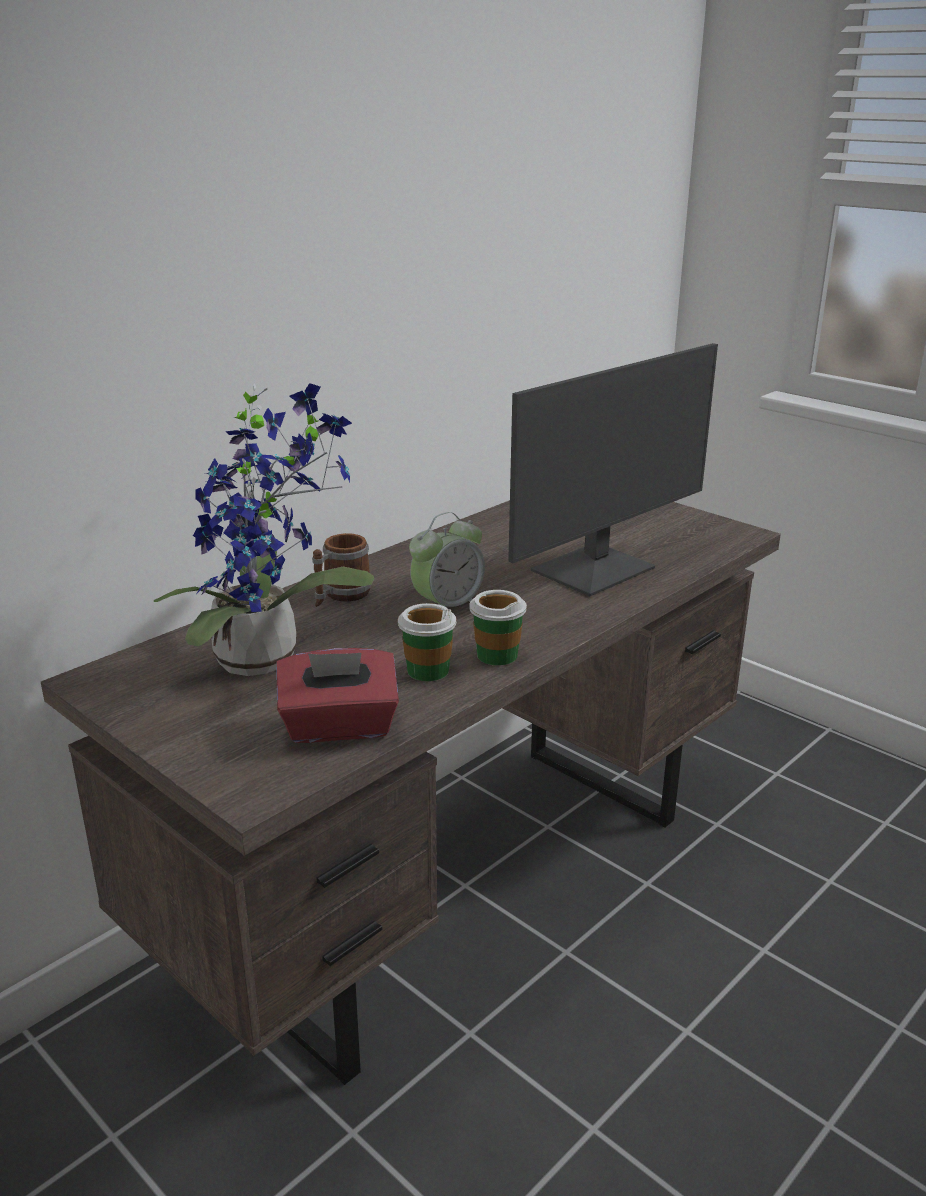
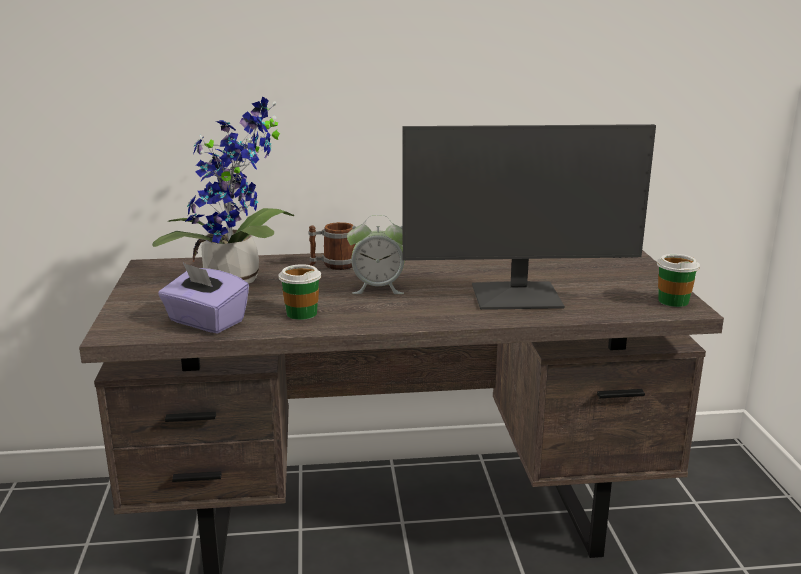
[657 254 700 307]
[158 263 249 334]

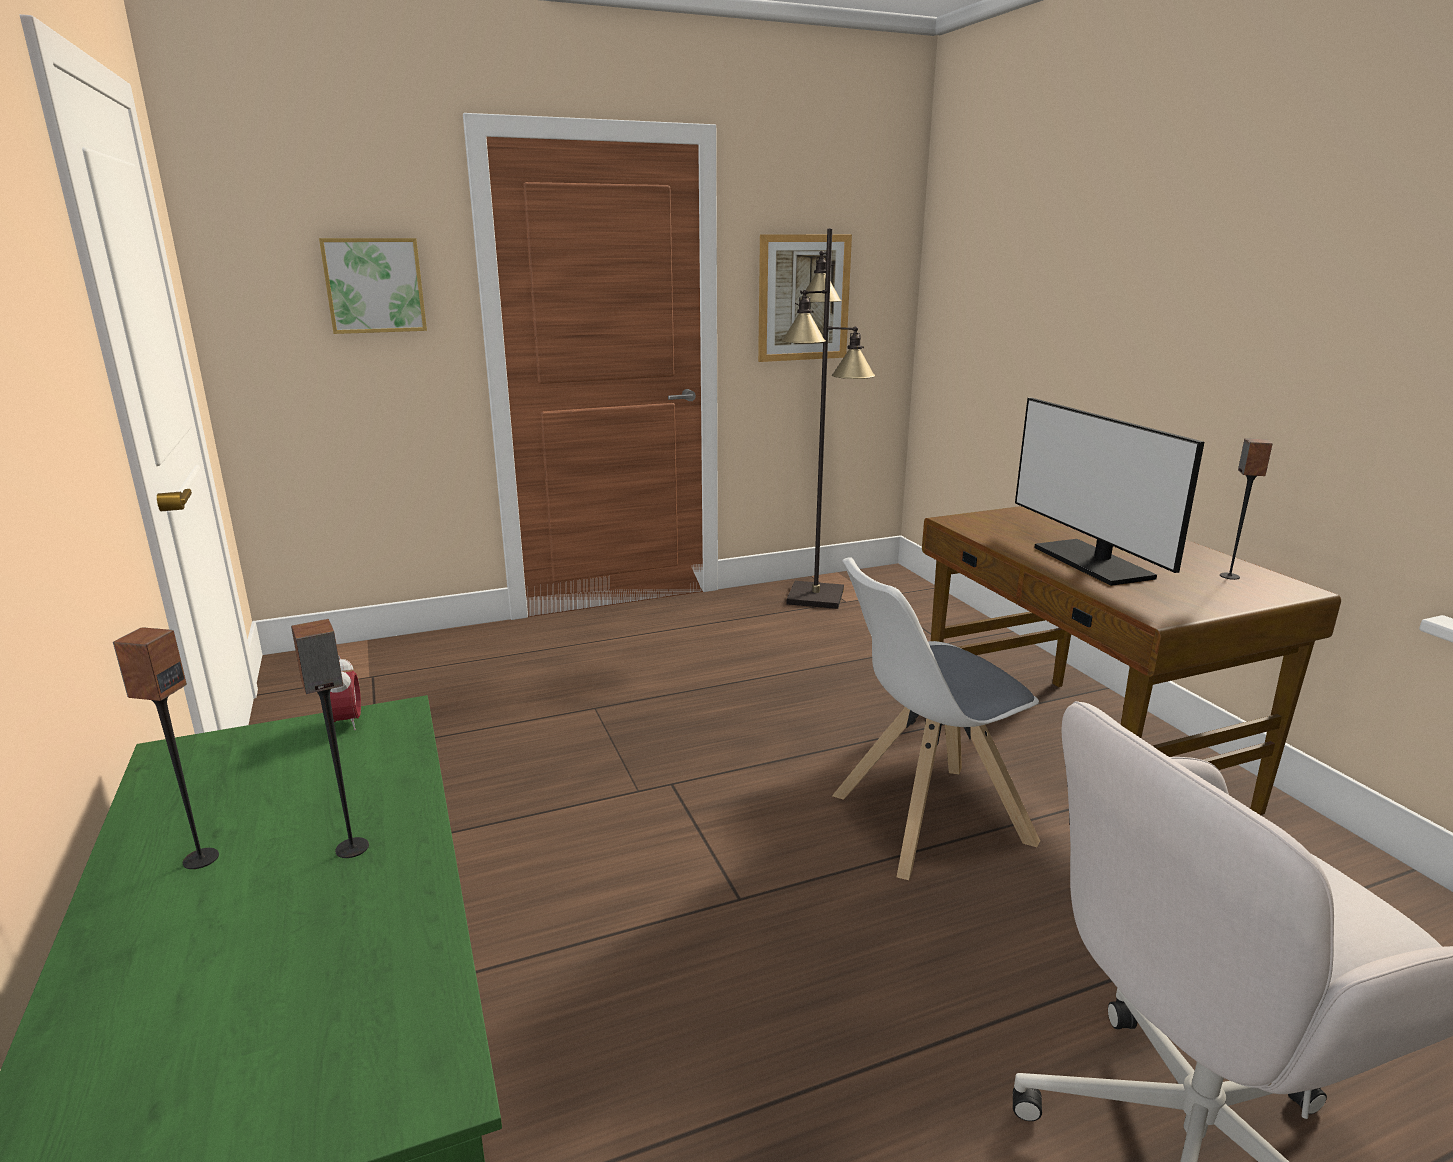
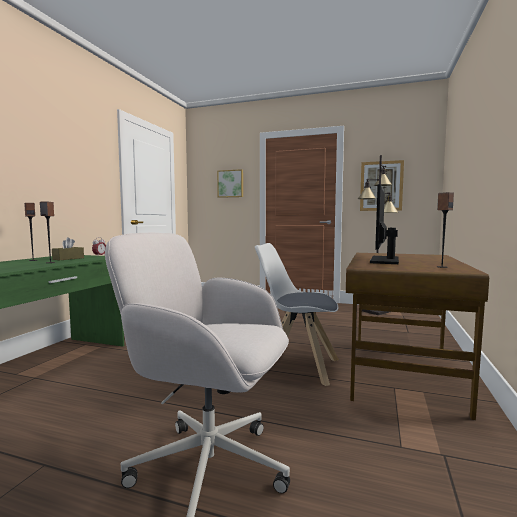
[52 237 84 260]

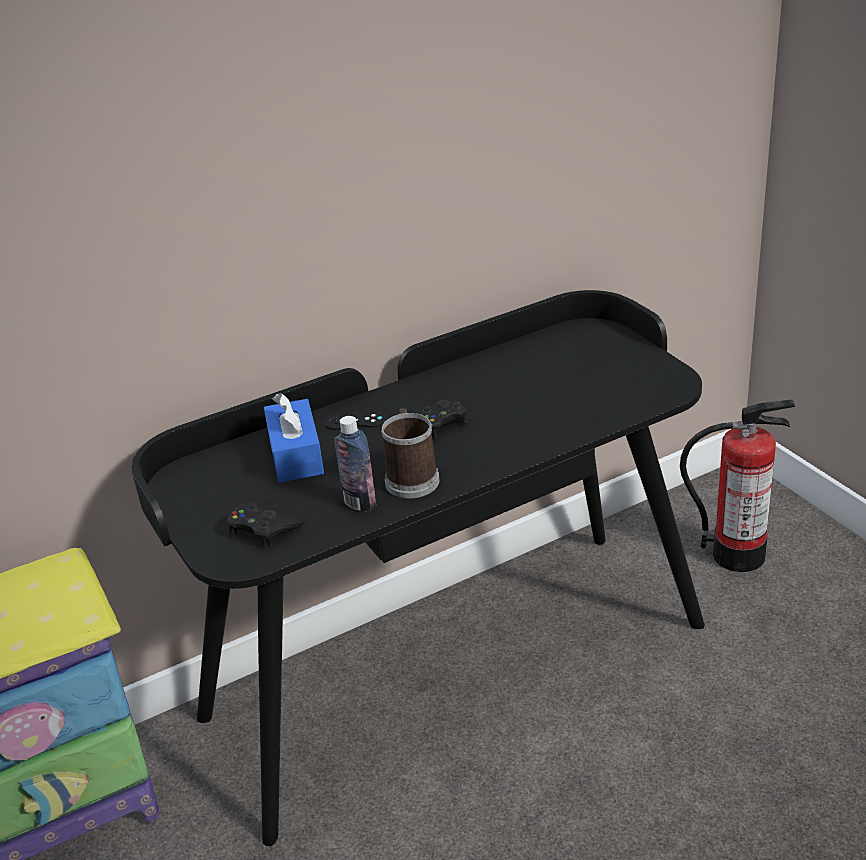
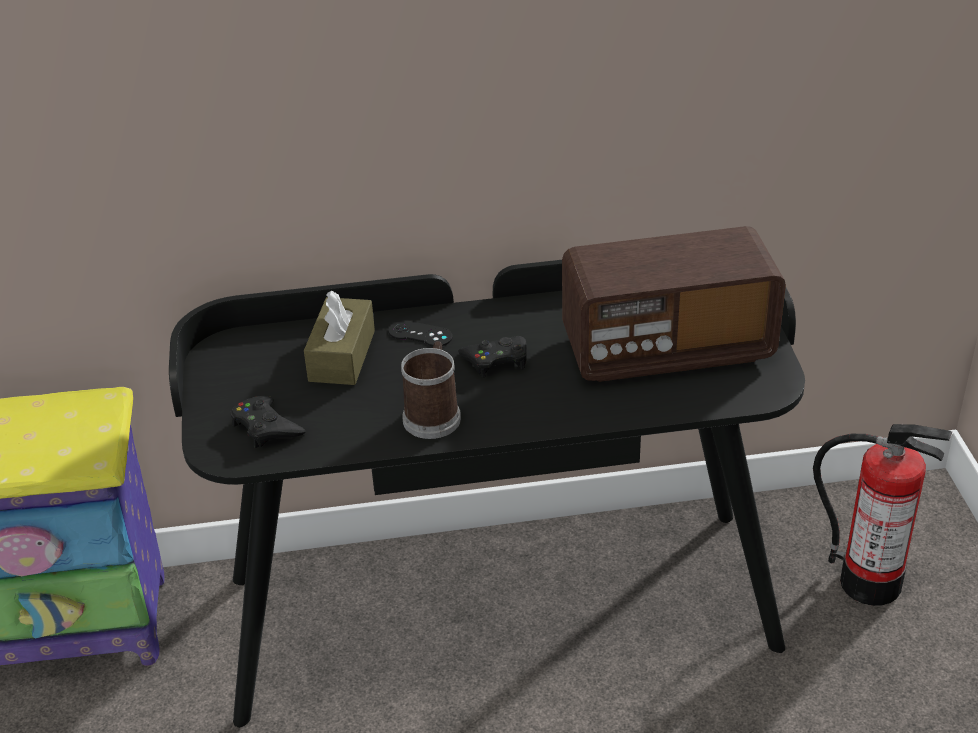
[304 291 375 385]
[334 416 376 511] (first image)
[562 226 786 382]

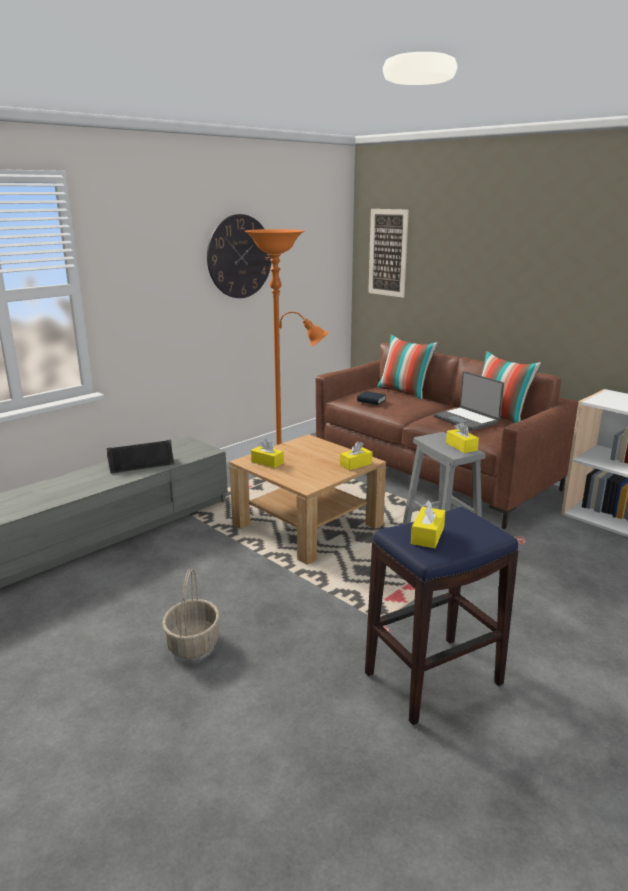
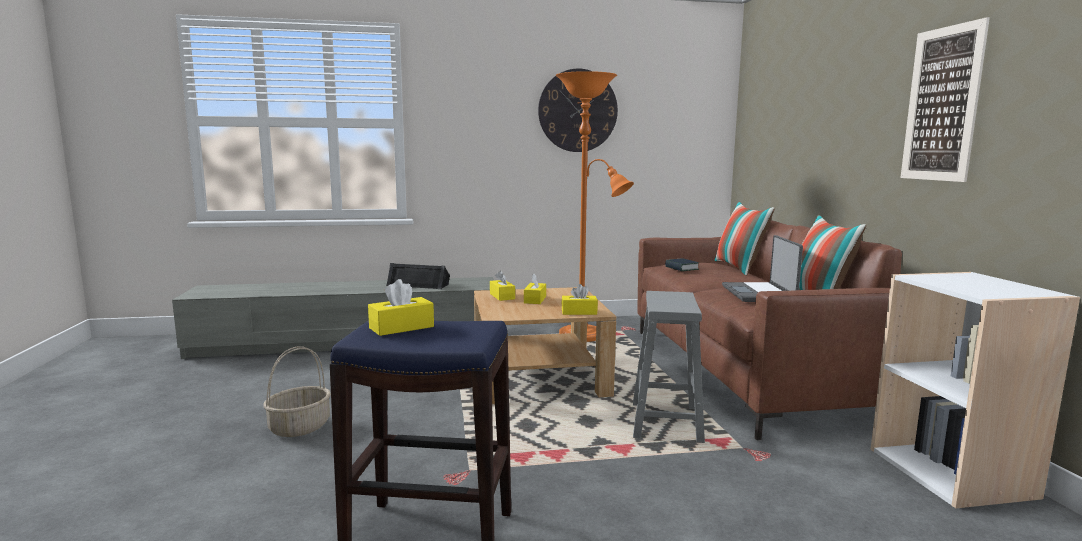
[900 17 990 182]
[524 274 546 304]

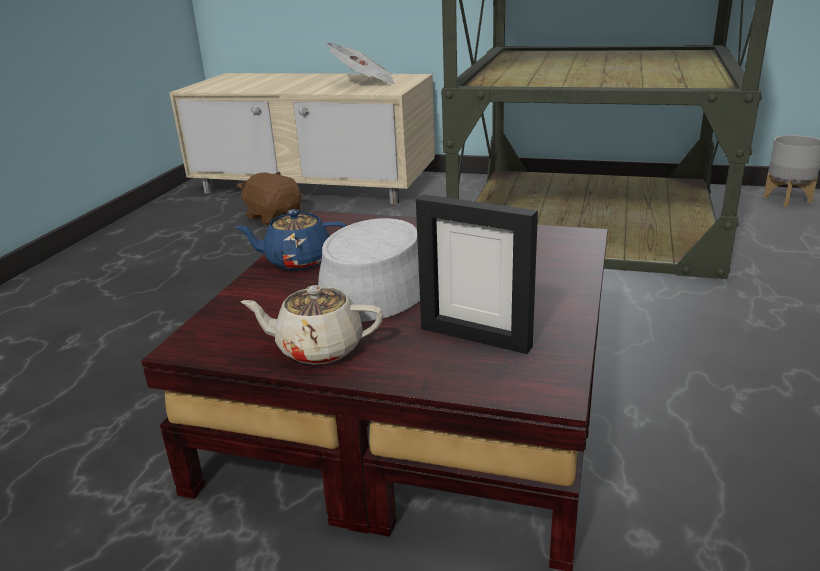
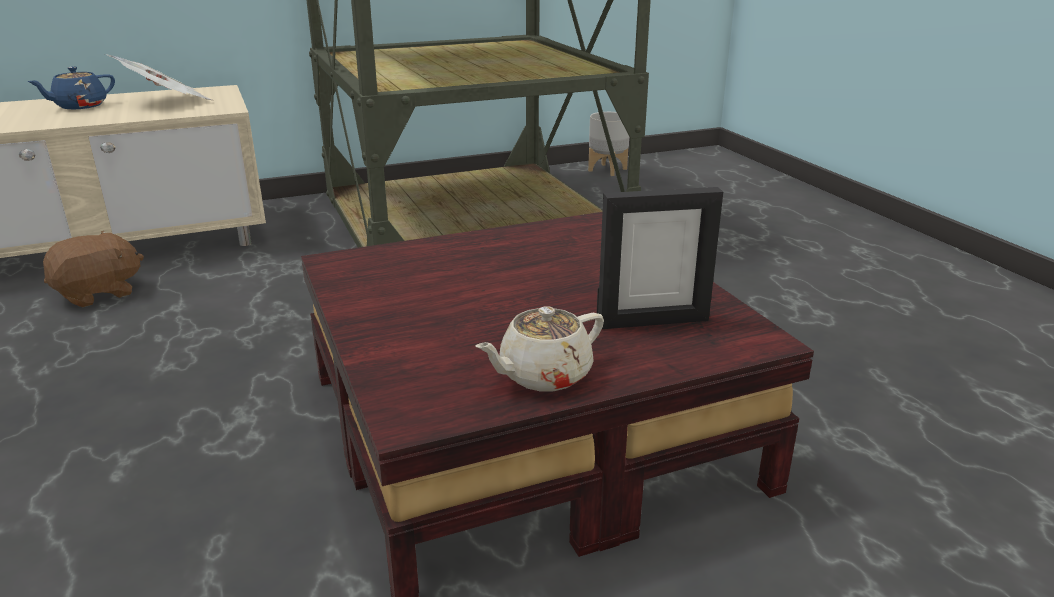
[43 231 144 307]
[27 67 115 109]
[318 218 420 322] (first image)

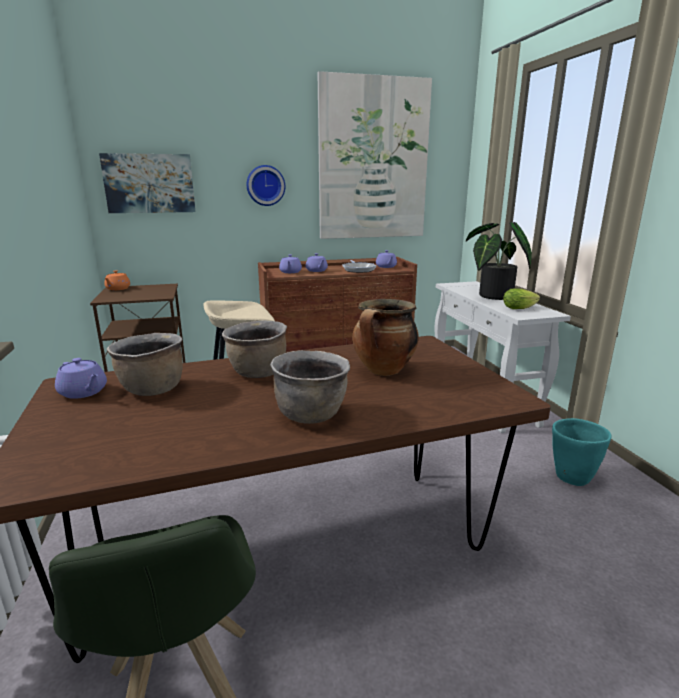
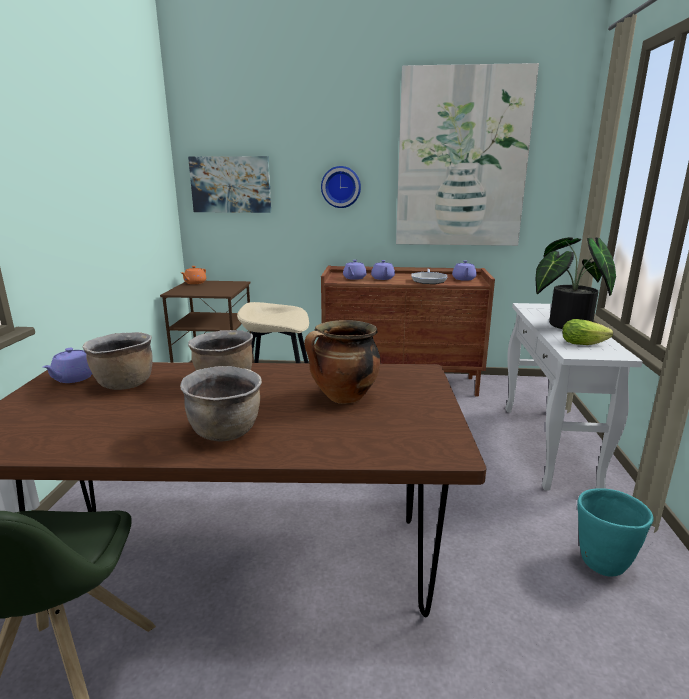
[43 348 92 383]

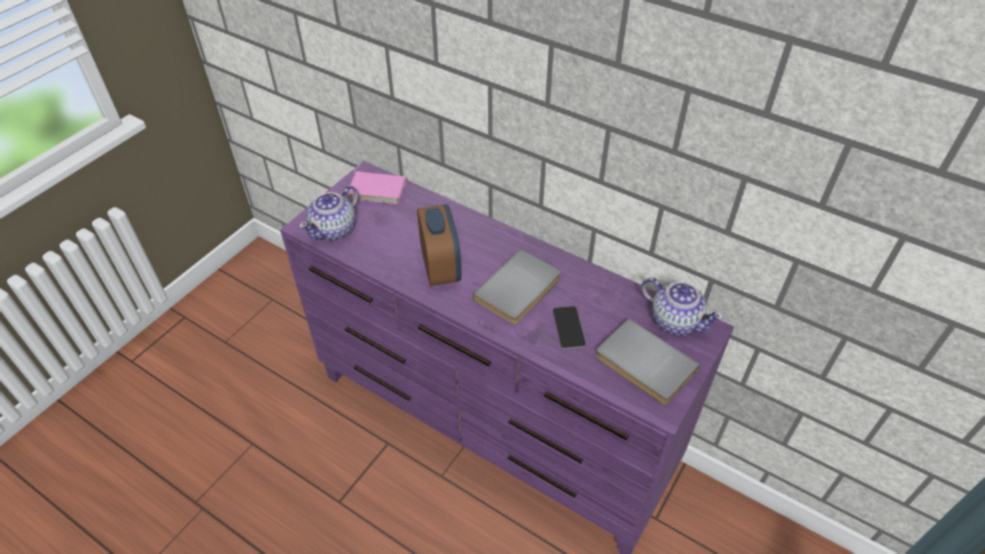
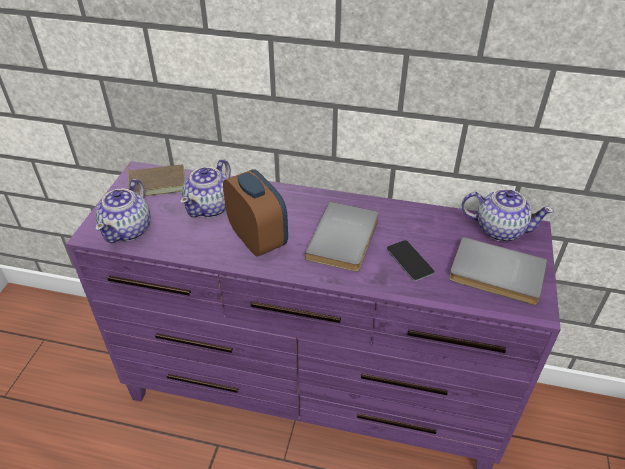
[126 164 185 196]
[180 159 231 218]

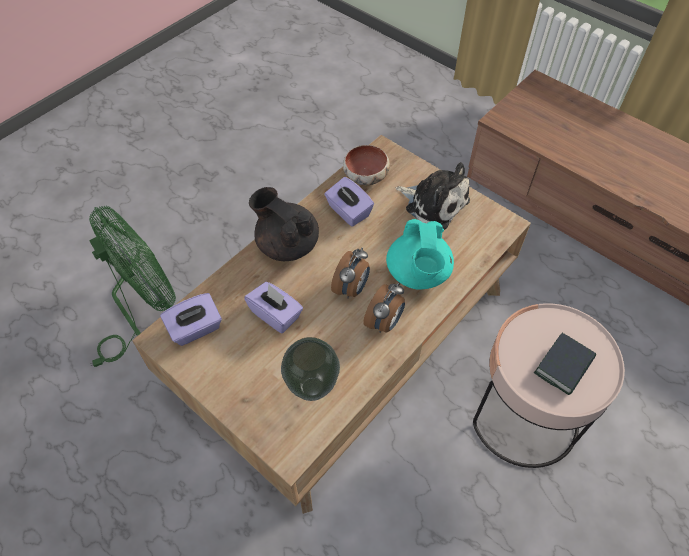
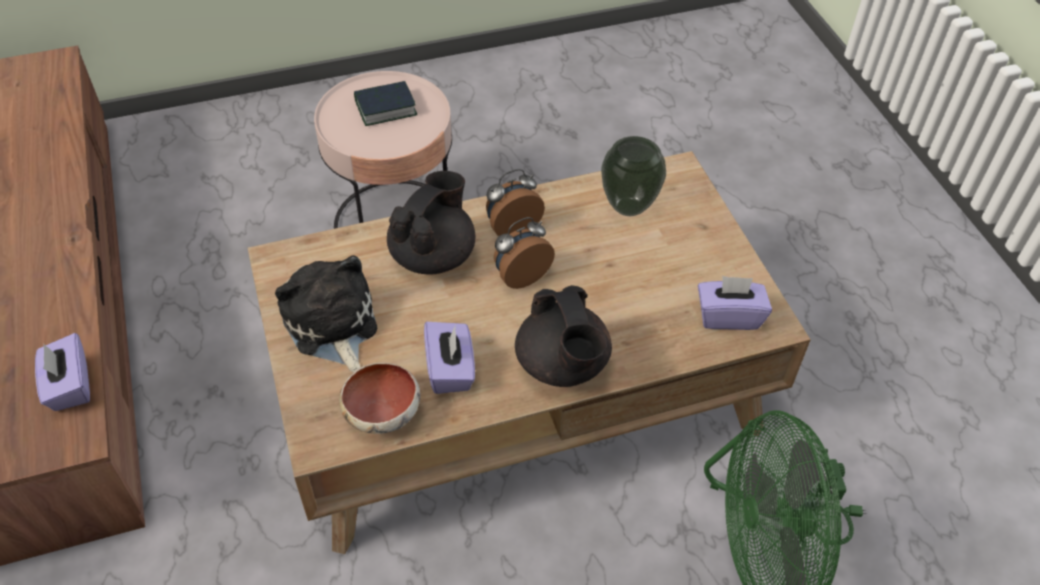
[387 171 476 275]
[35 333 90 411]

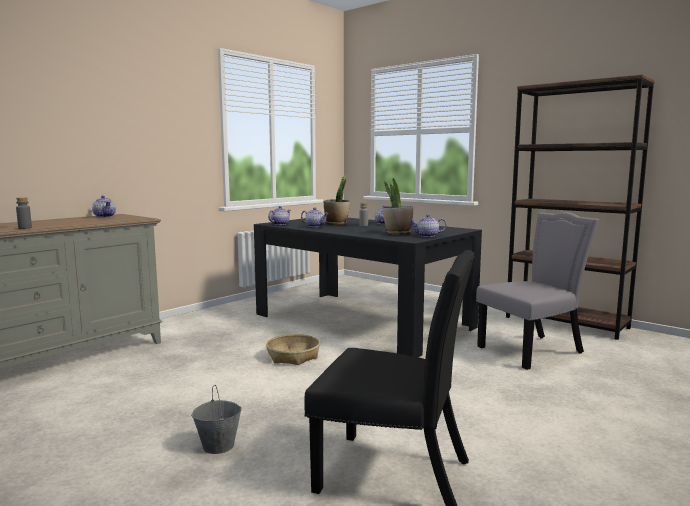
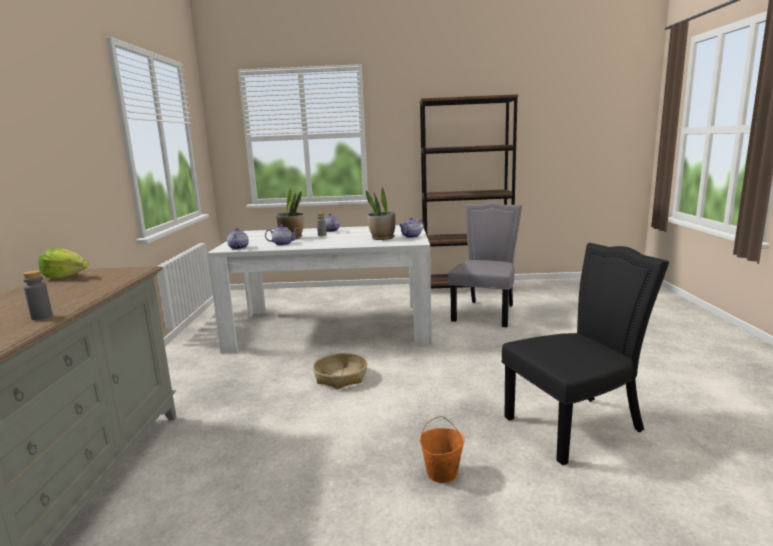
[38 248 89 278]
[207 224 432 353]
[420 416 465 483]

